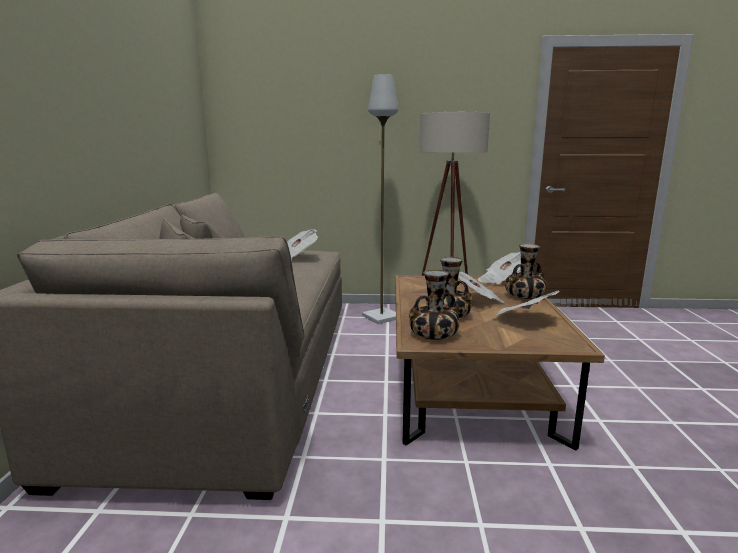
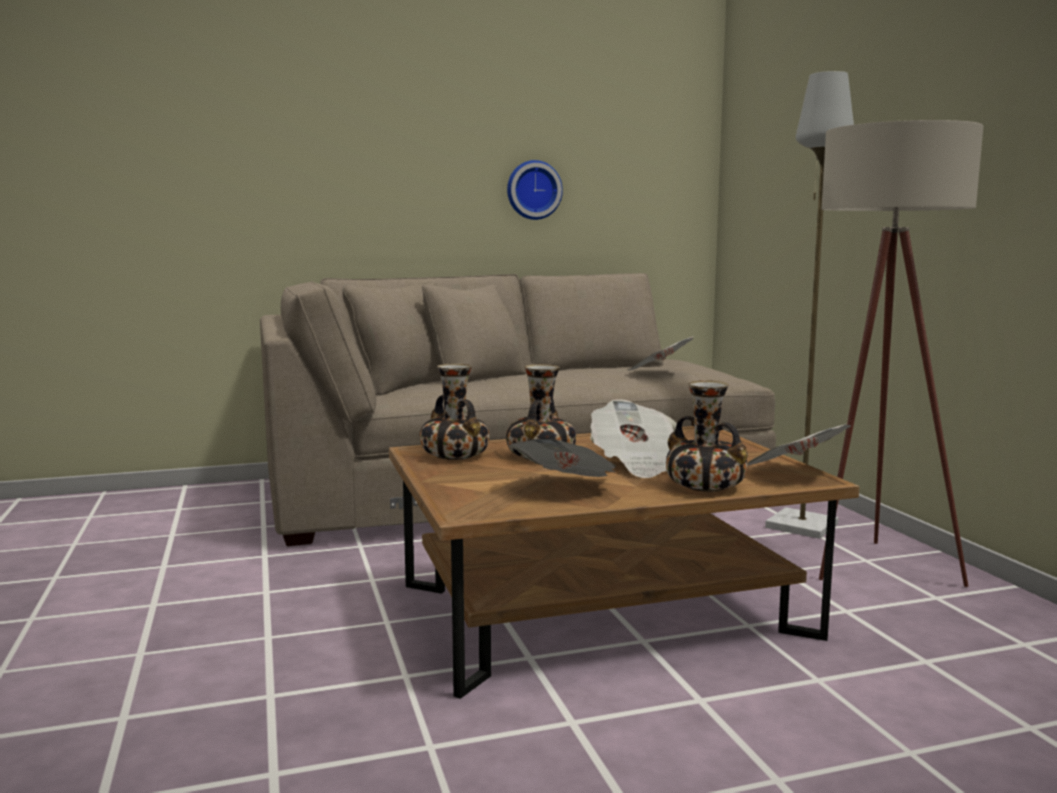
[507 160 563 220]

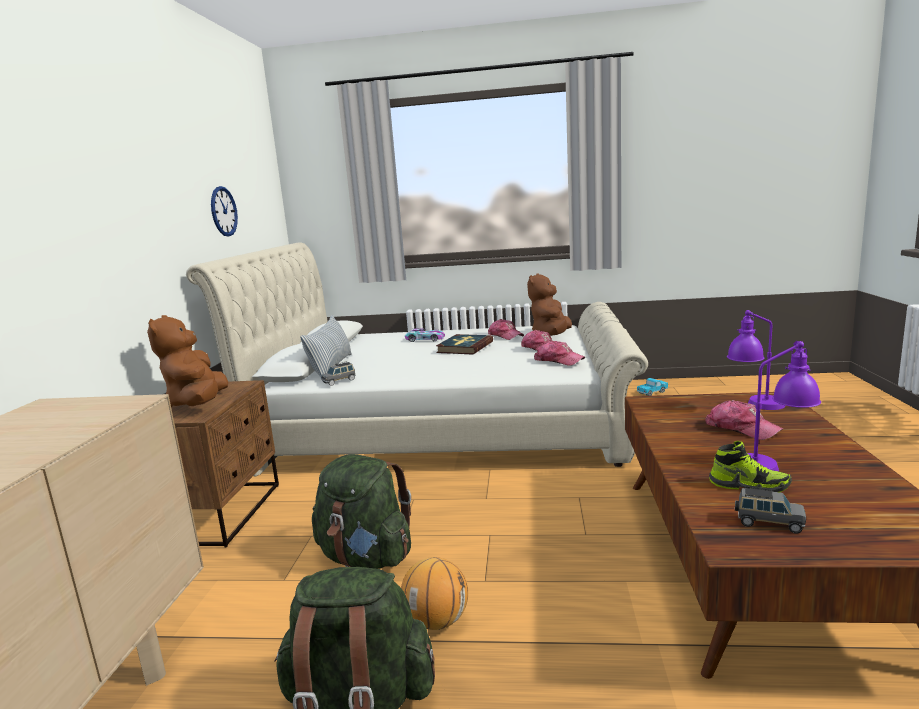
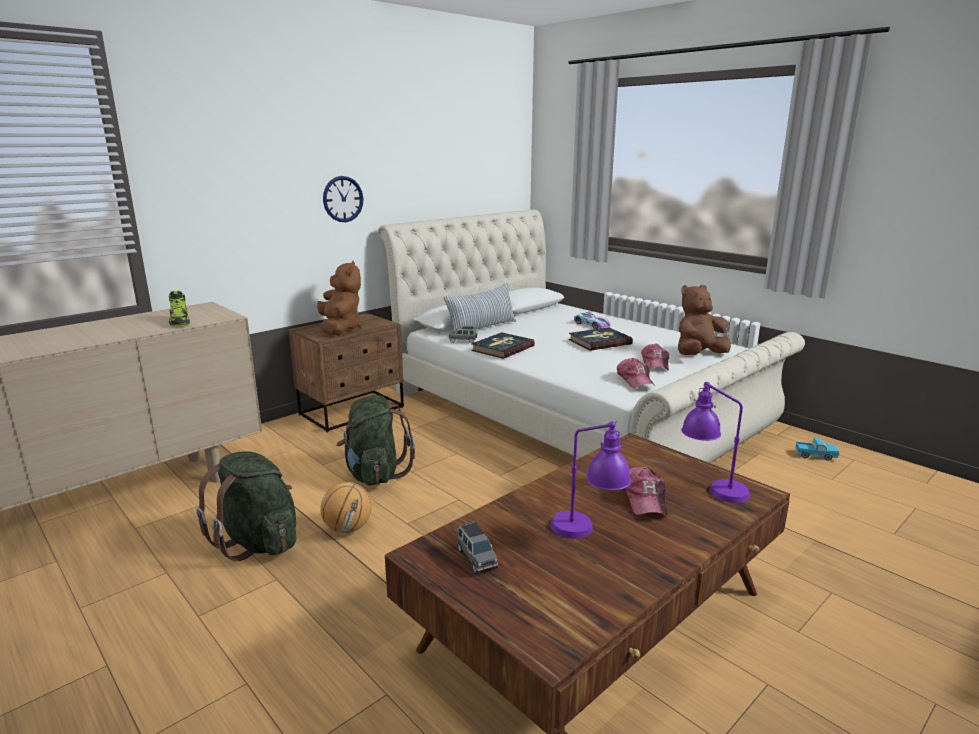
[323 176 364 222]
[317 261 361 335]
[488 319 524 340] (first image)
[169 291 190 326]
[471 332 535 359]

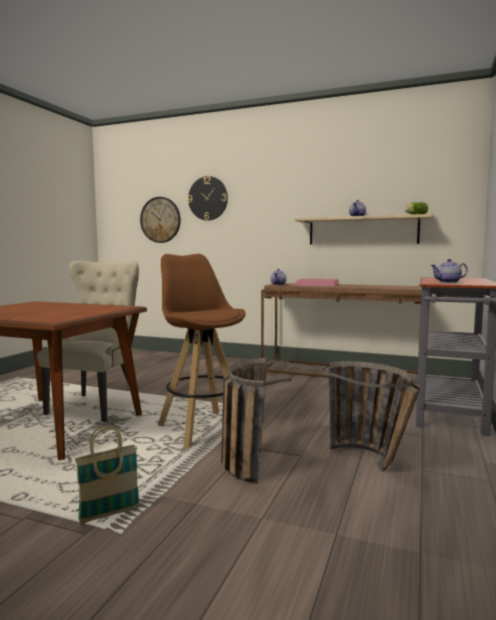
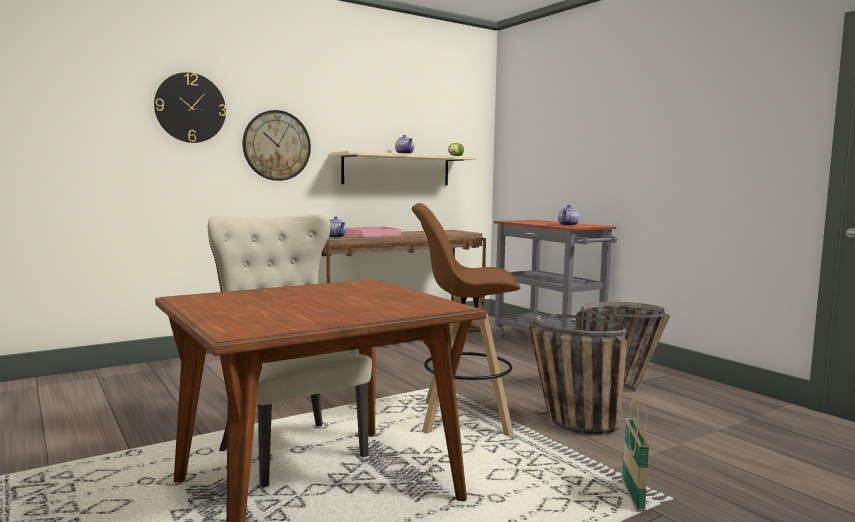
[242 110 311 181]

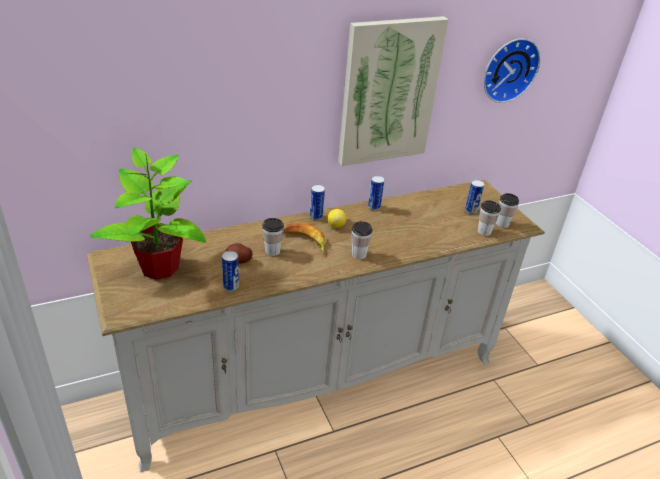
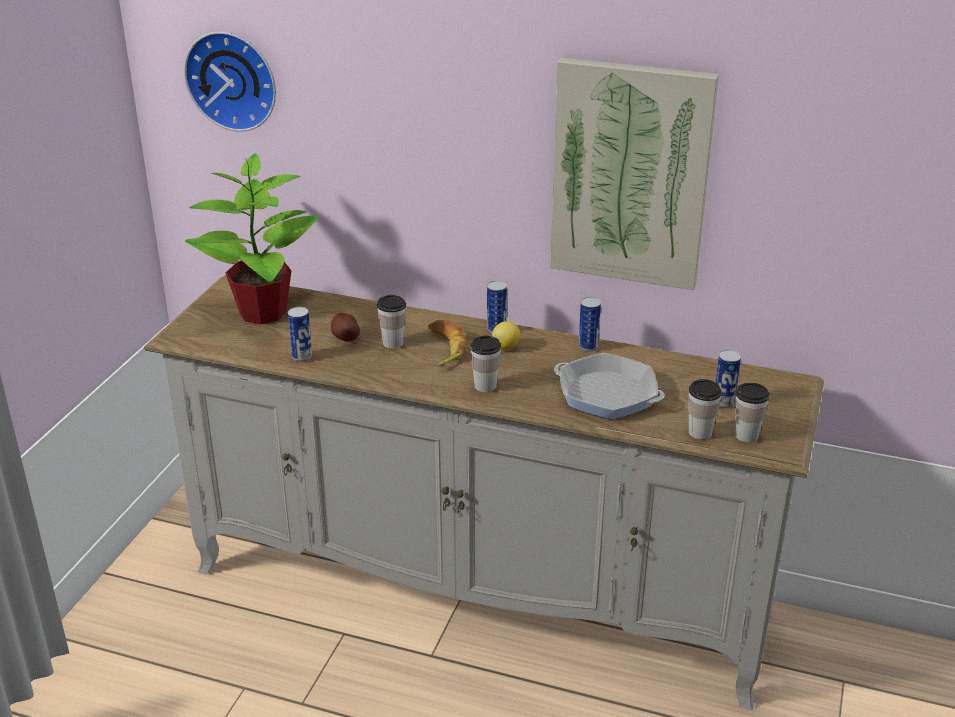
[184 32 276 132]
[554 353 665 420]

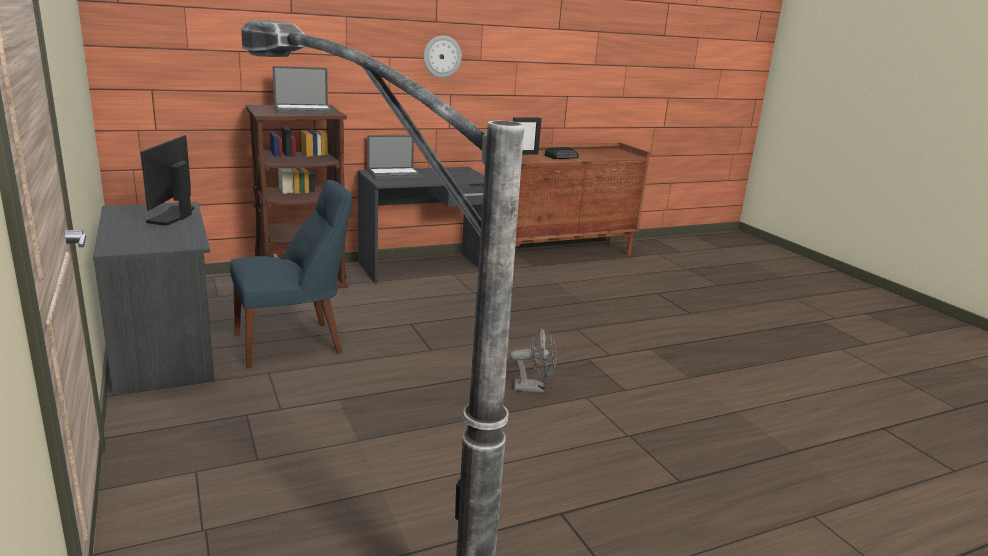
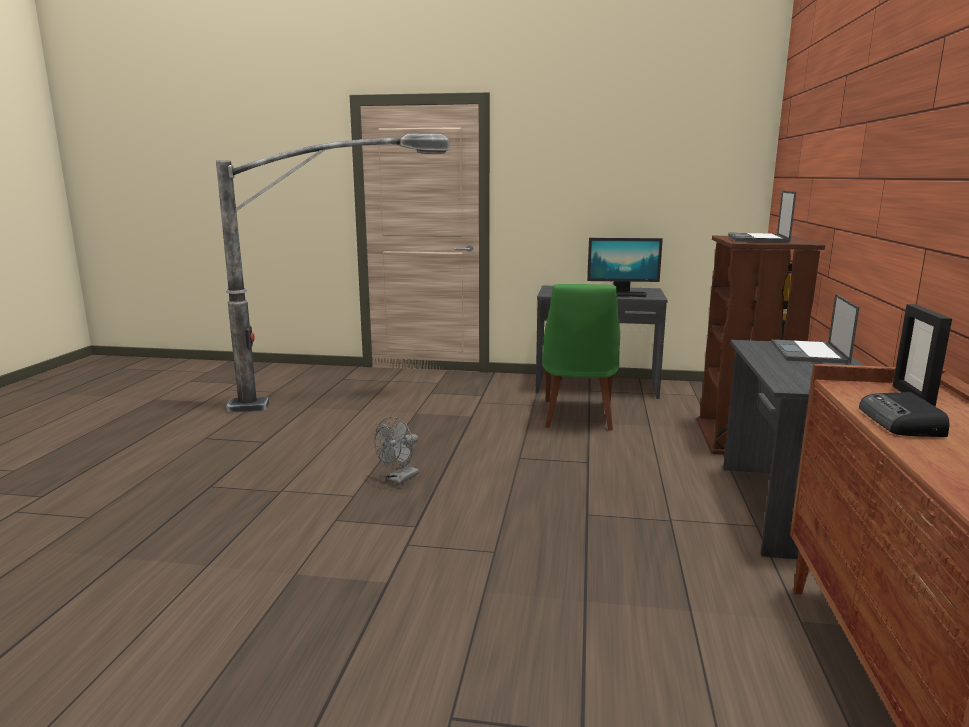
[423 35 462 78] (first image)
[587 238 663 297]
[542 284 620 430]

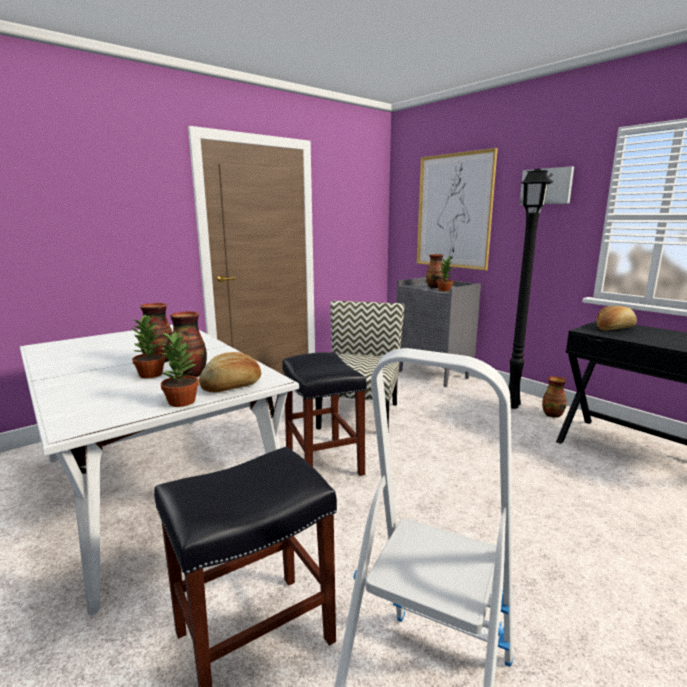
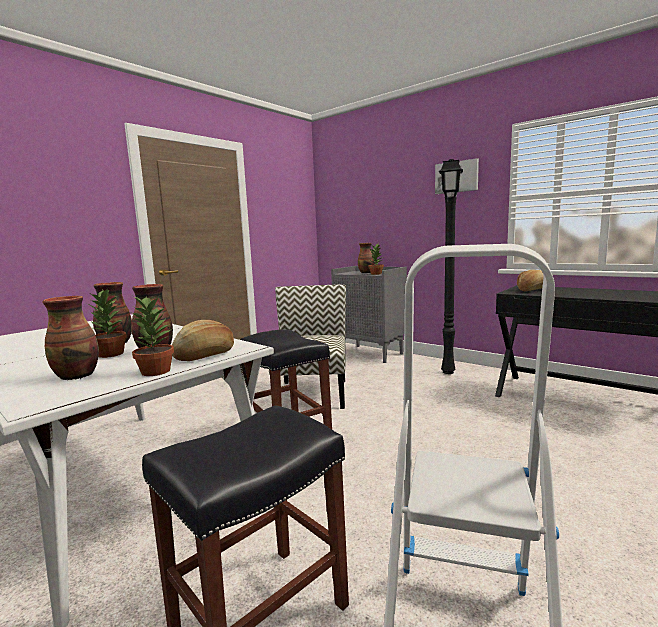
[417 148 498 271] (first image)
[43 296 99 380]

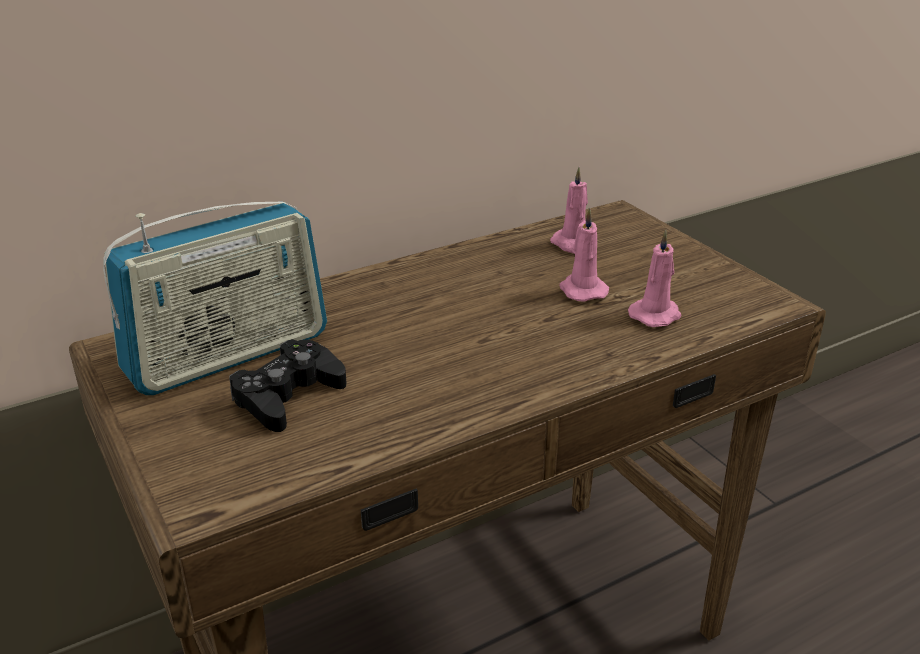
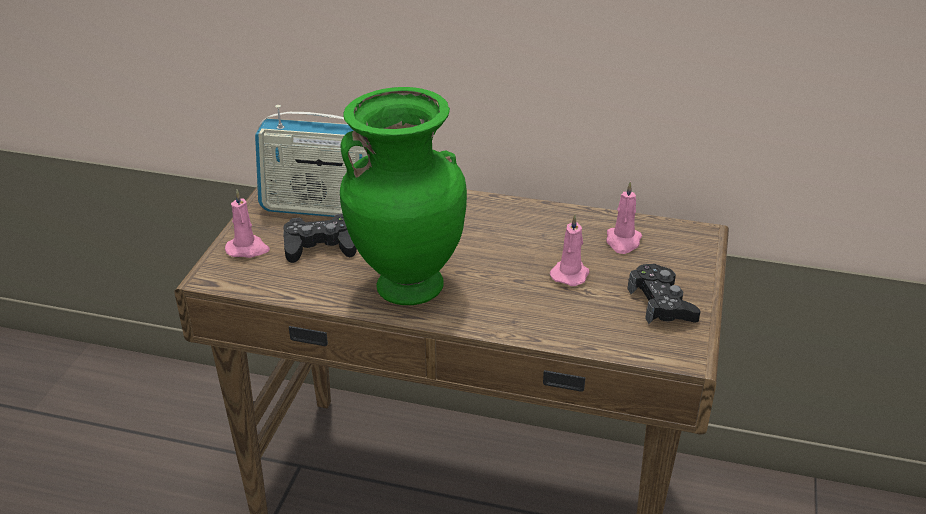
[225 190 270 258]
[340 87 467 305]
[628 264 701 324]

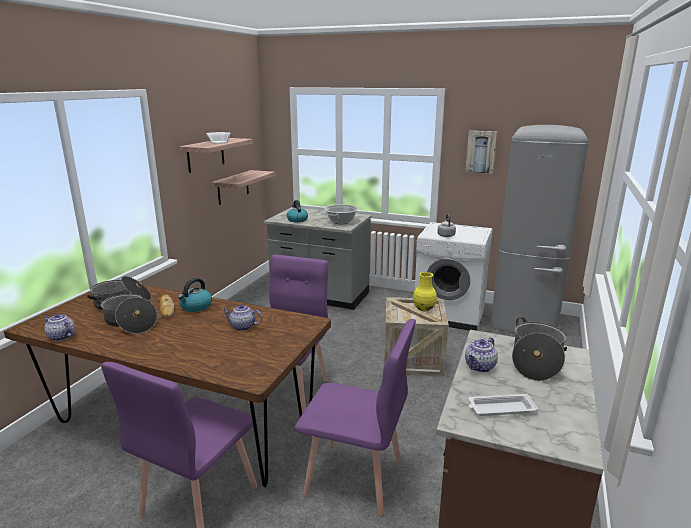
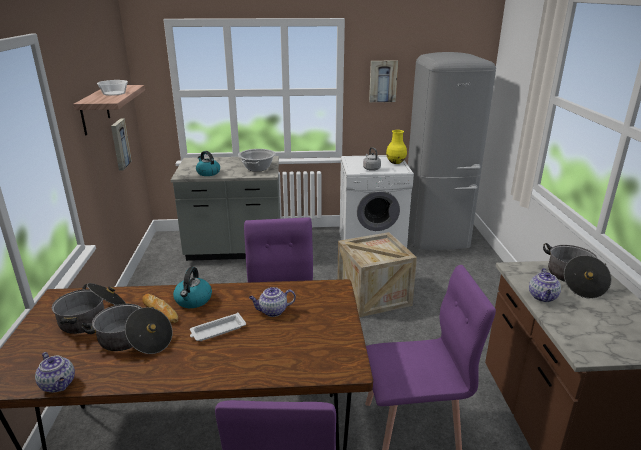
[111 119 132 171]
[386 130 407 164]
[35 352 75 393]
[190 313 246 341]

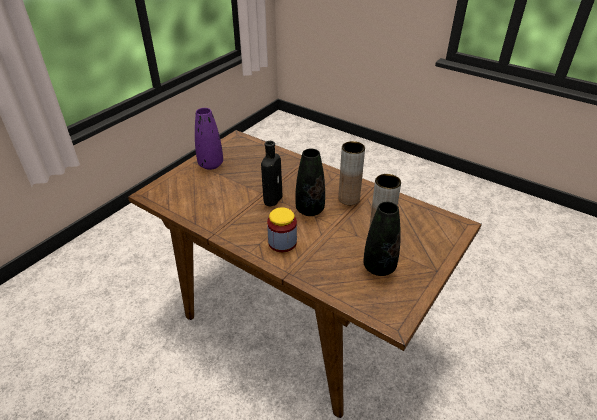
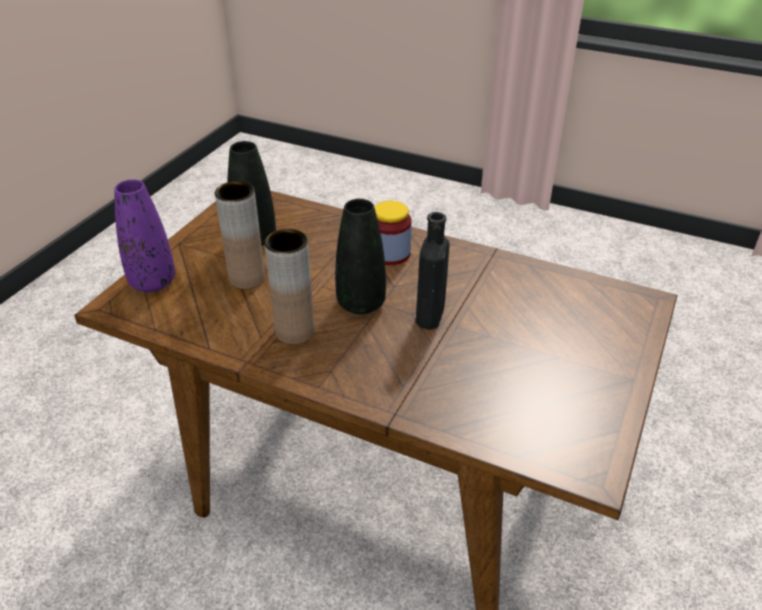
[114 179 175 292]

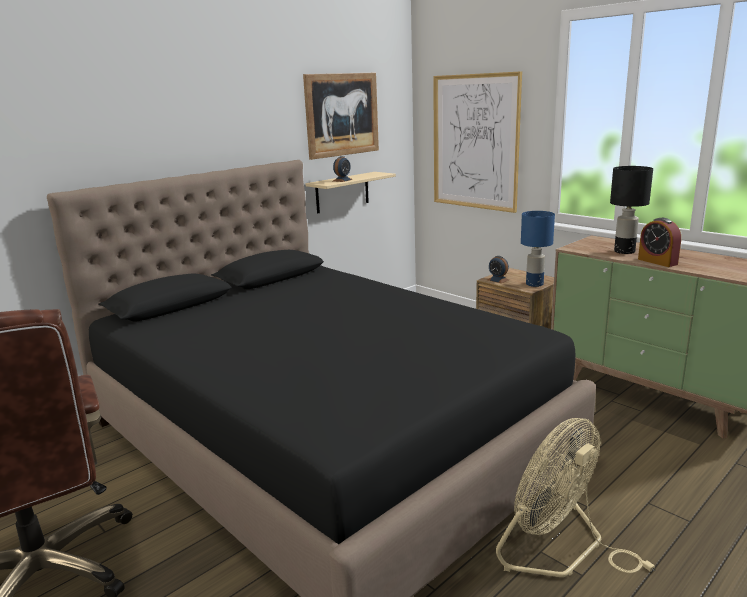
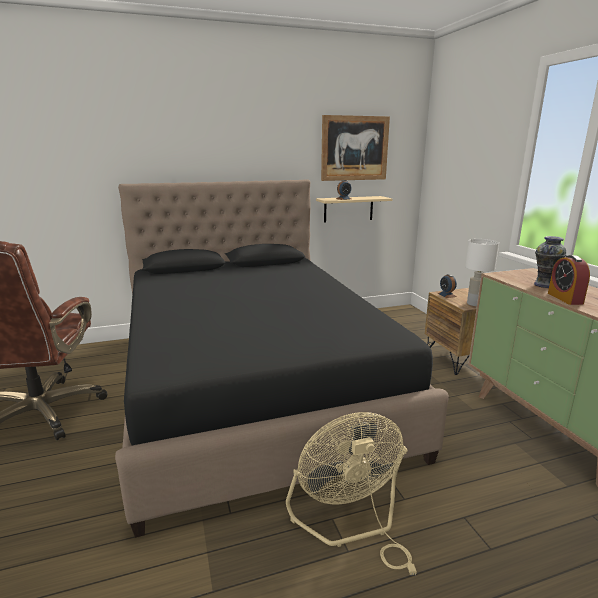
[433 71 522 213] (first image)
[534 236 567 288]
[465 239 499 306]

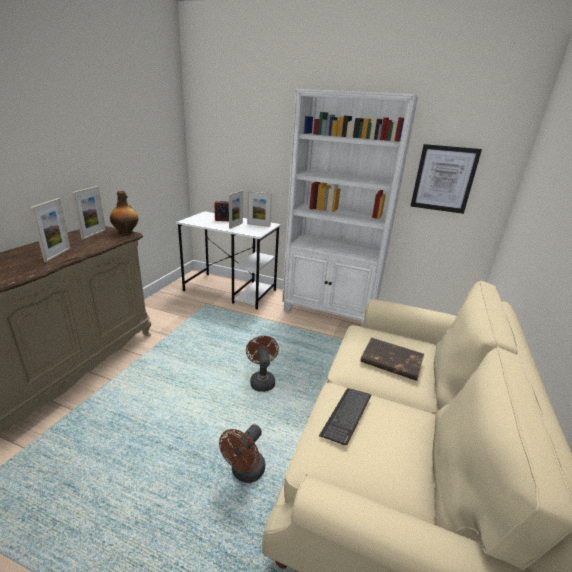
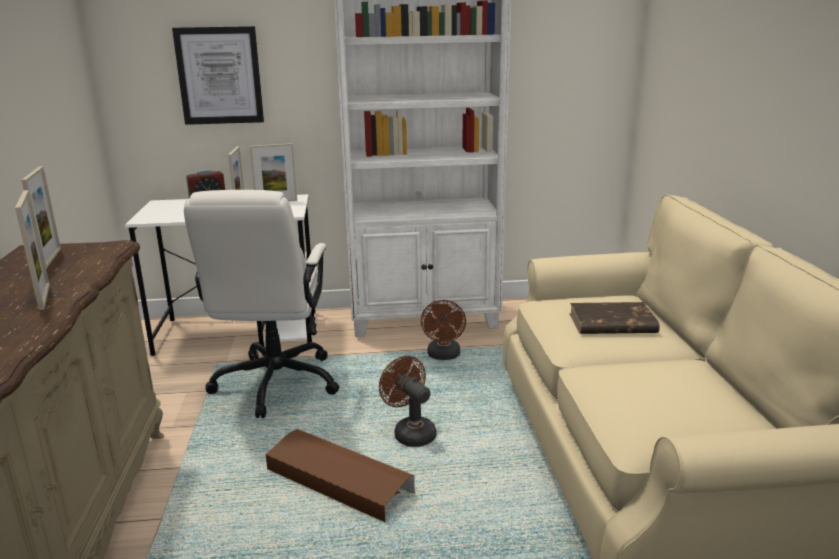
[172 26 264 125]
[110 191 138 234] (first image)
[319 388 371 446] (first image)
[421 300 466 360]
[184 190 339 418]
[266 429 415 522]

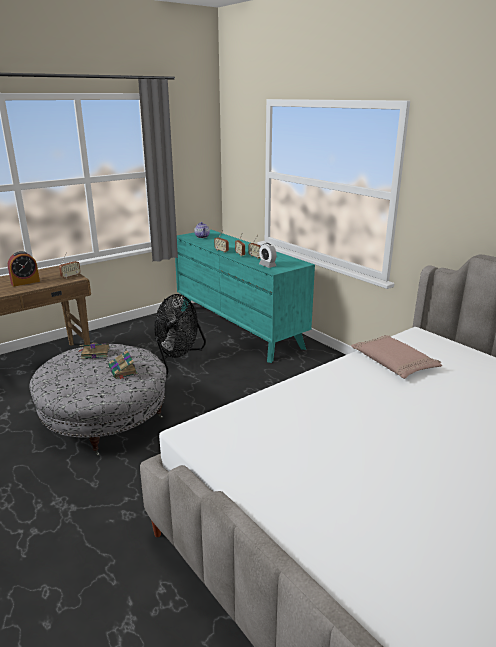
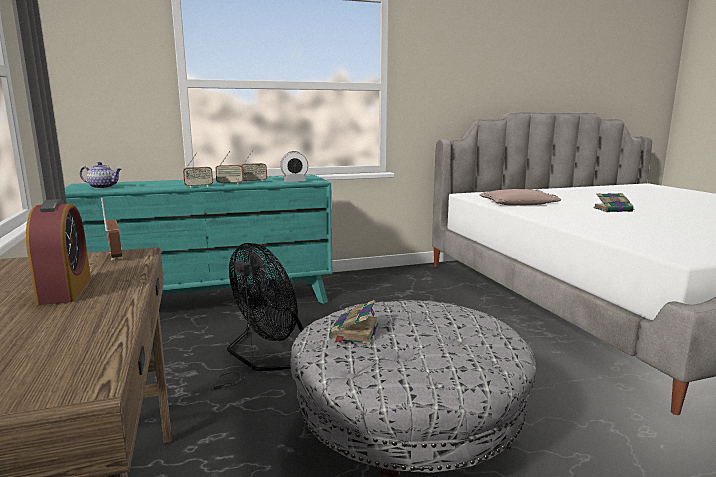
[593 193 634 212]

